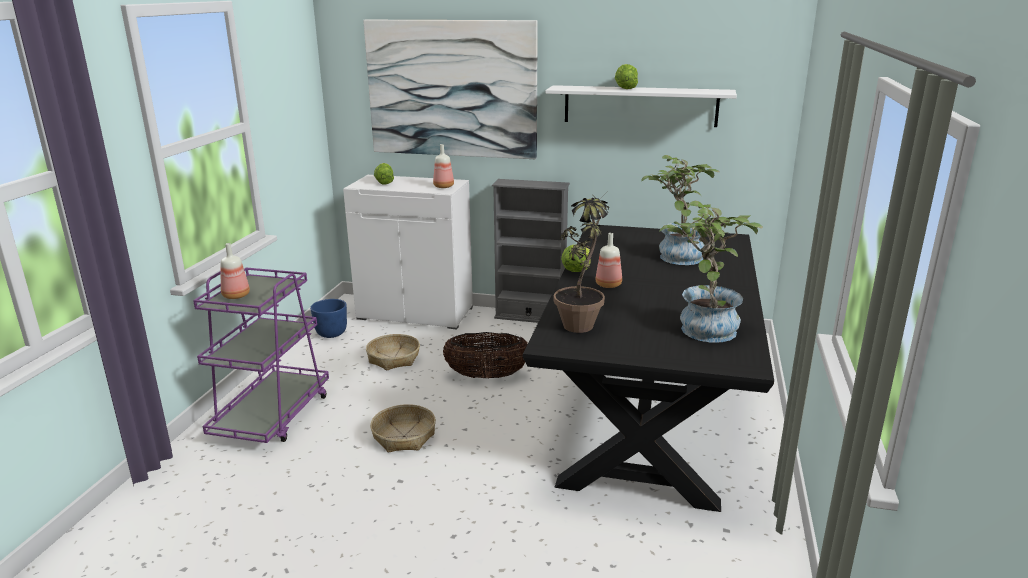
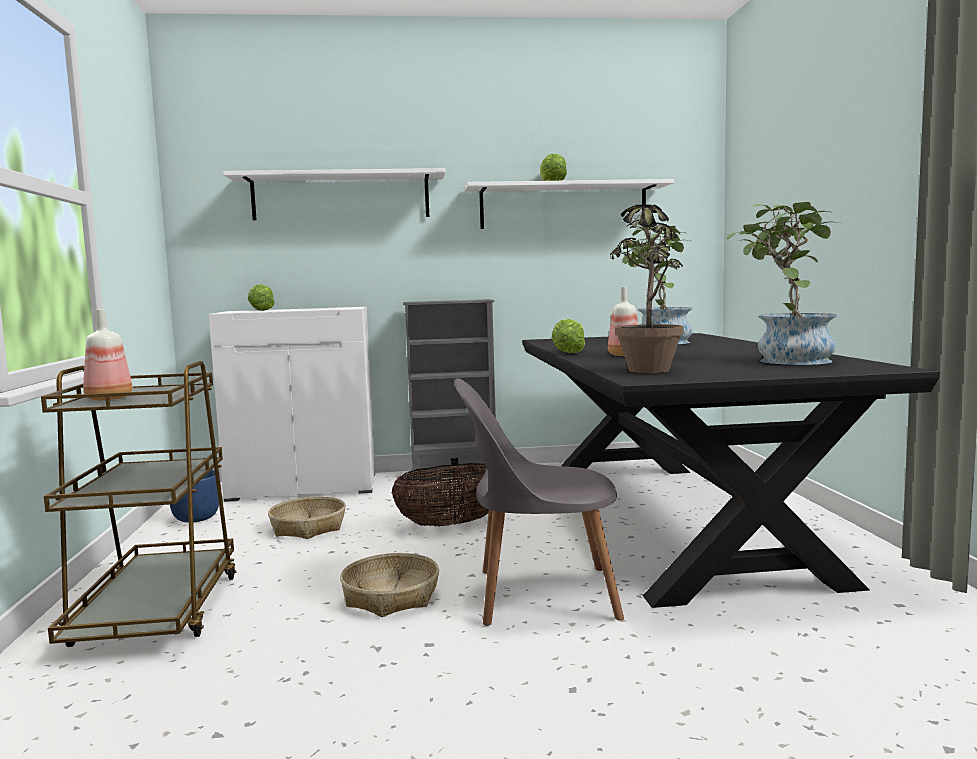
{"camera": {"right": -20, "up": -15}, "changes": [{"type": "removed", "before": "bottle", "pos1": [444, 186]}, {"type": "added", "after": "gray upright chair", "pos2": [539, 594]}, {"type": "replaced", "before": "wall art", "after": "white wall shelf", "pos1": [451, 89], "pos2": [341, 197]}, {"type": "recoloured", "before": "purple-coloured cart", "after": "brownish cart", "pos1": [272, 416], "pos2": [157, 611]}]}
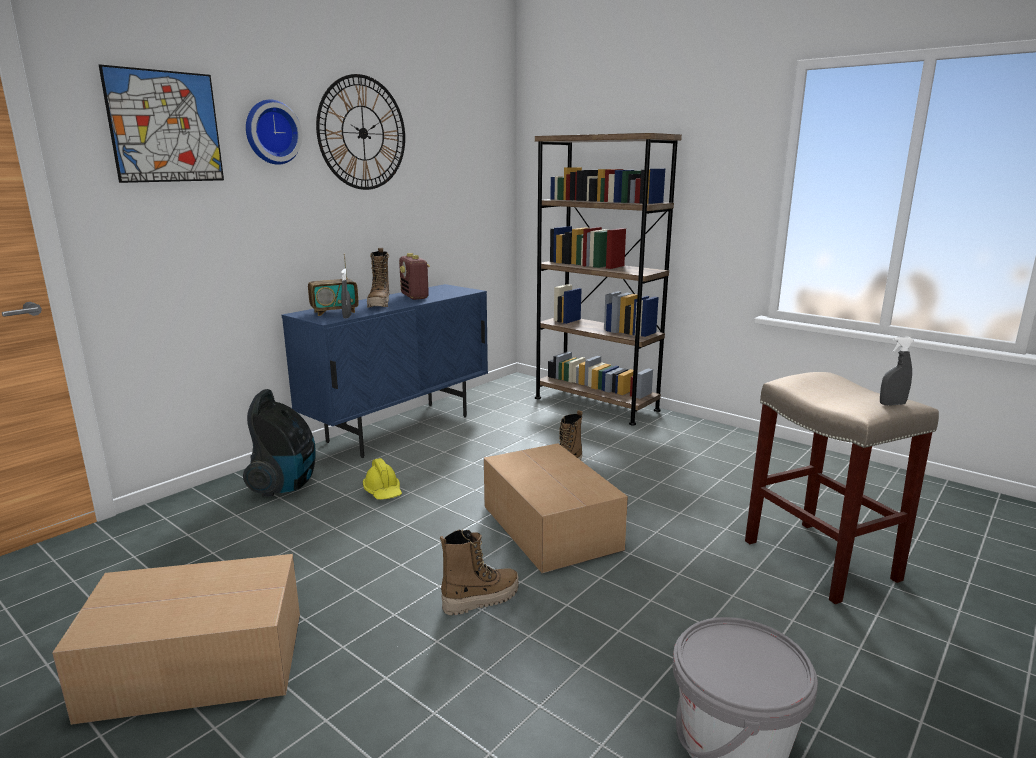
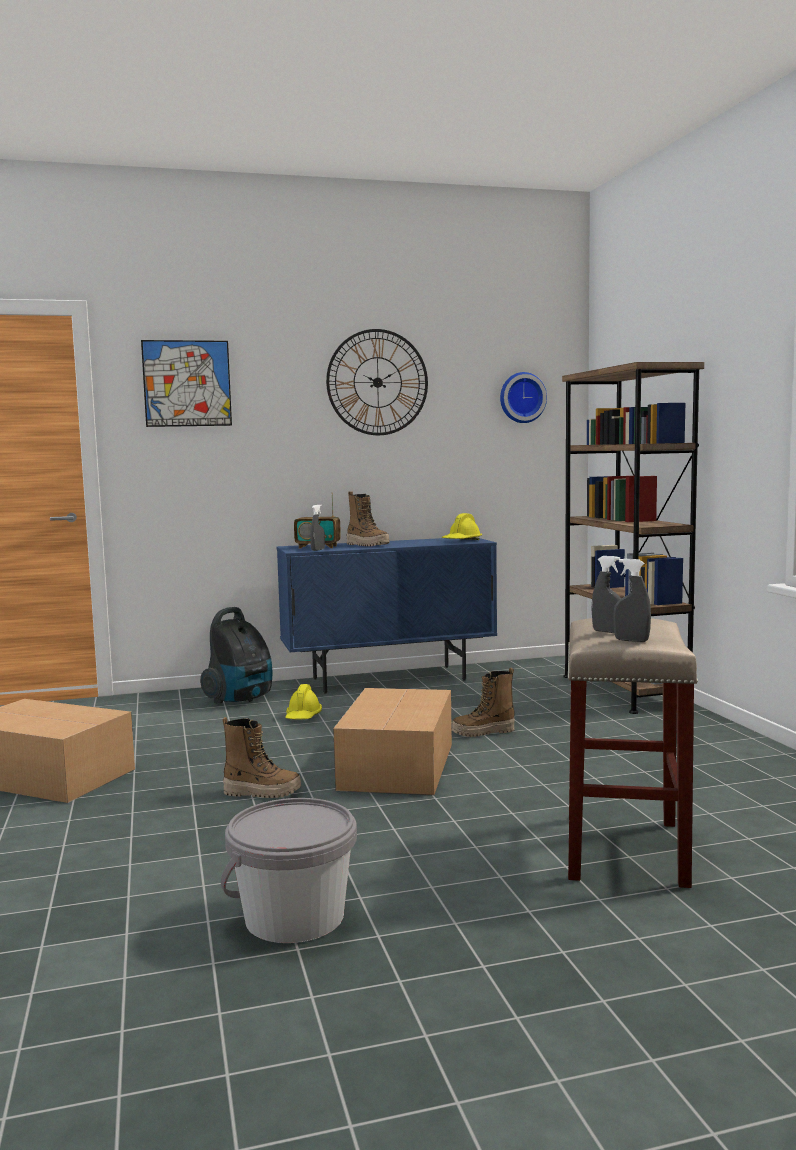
{"camera": {"right": 35, "up": -10}, "changes": [{"type": "removed", "before": "radio", "pos1": [415, 297]}, {"type": "added", "after": "yellowish safety helmet", "pos2": [462, 541]}, {"type": "added", "after": "gray sprayer", "pos2": [607, 631]}, {"type": "moved", "before": "wall clock", "pos1": [271, 132], "pos2": [521, 398]}, {"type": "turned", "before": "tall boot", "pos1": [380, 305], "pos2": [367, 545], "turn": -75}]}
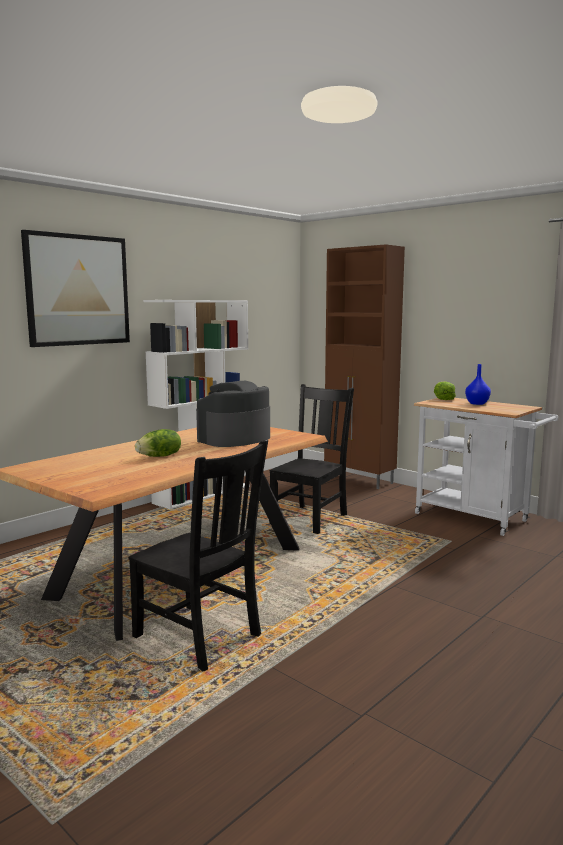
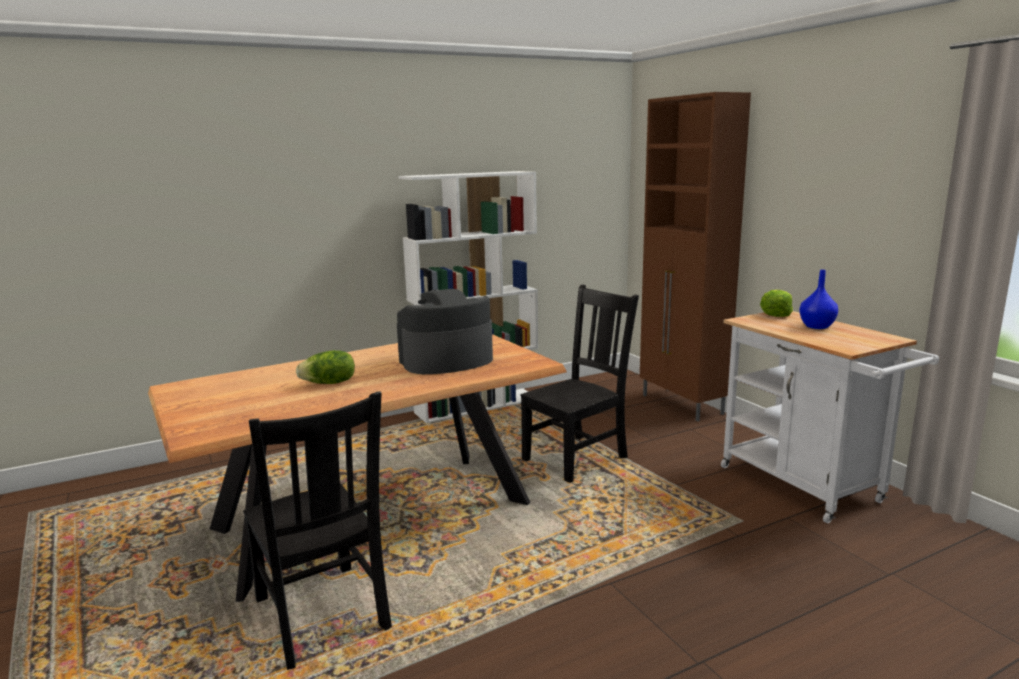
{"camera": {"right": 20, "up": 5}, "changes": [{"type": "removed", "before": "wall art", "pos1": [77, 290]}]}
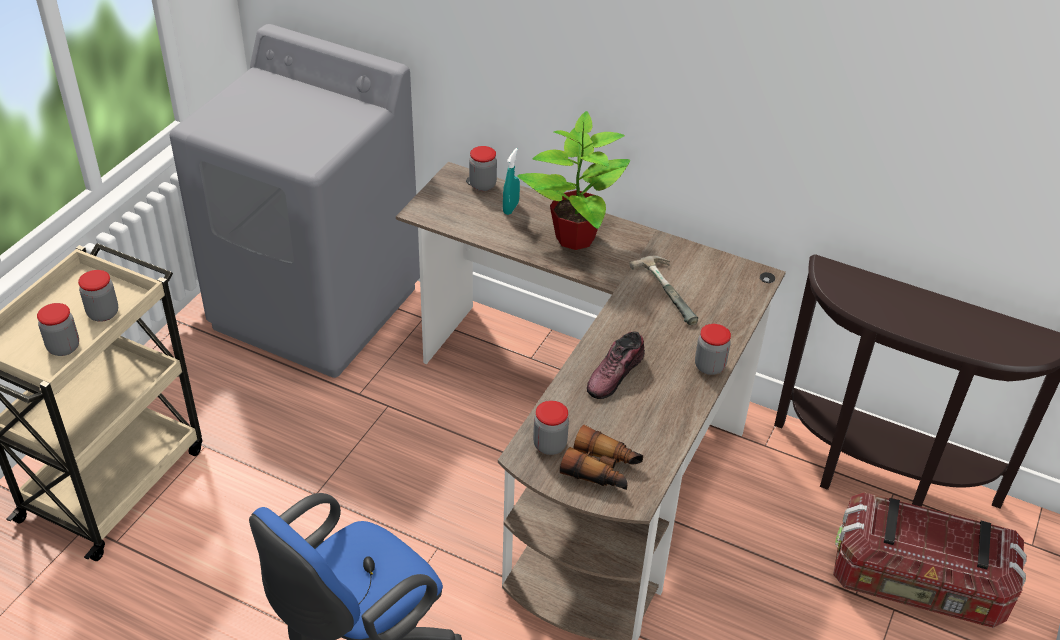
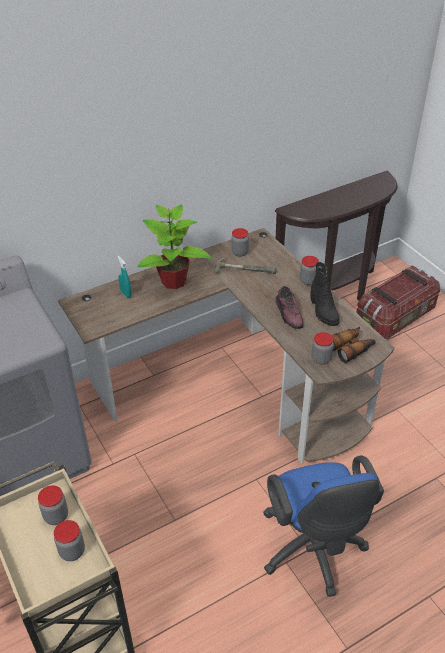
{"camera": {"right": -55, "up": 0}, "changes": [{"type": "added", "after": "black tall boot", "pos2": [323, 311]}, {"type": "moved", "before": "preserve jar", "pos1": [482, 185], "pos2": [240, 252]}]}
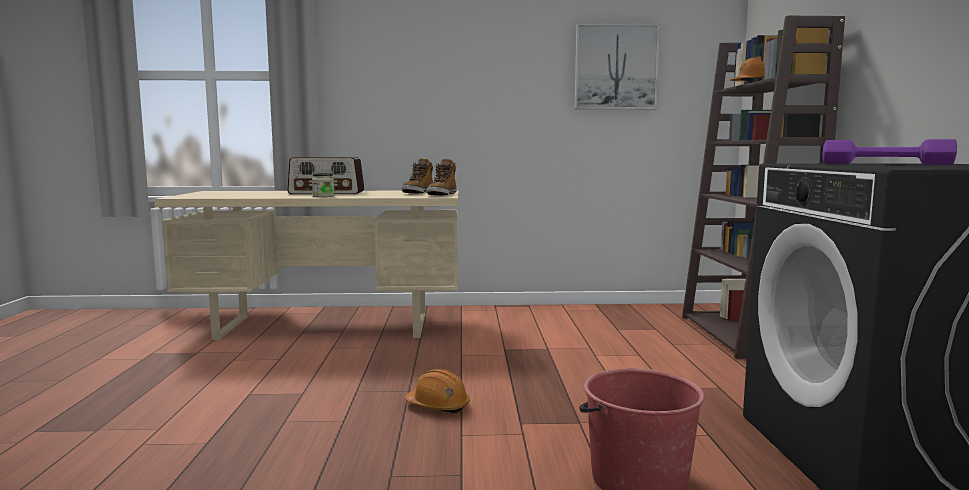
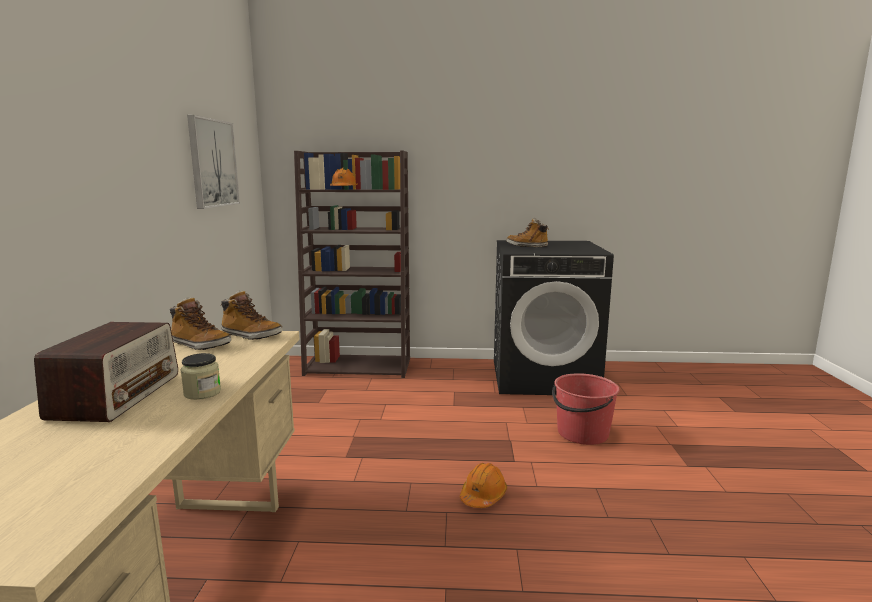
{"camera": {"right": -85, "up": 5}, "changes": [{"type": "replaced", "before": "purple-coloured hand weight", "after": "tall boot", "pos1": [885, 164], "pos2": [527, 246]}]}
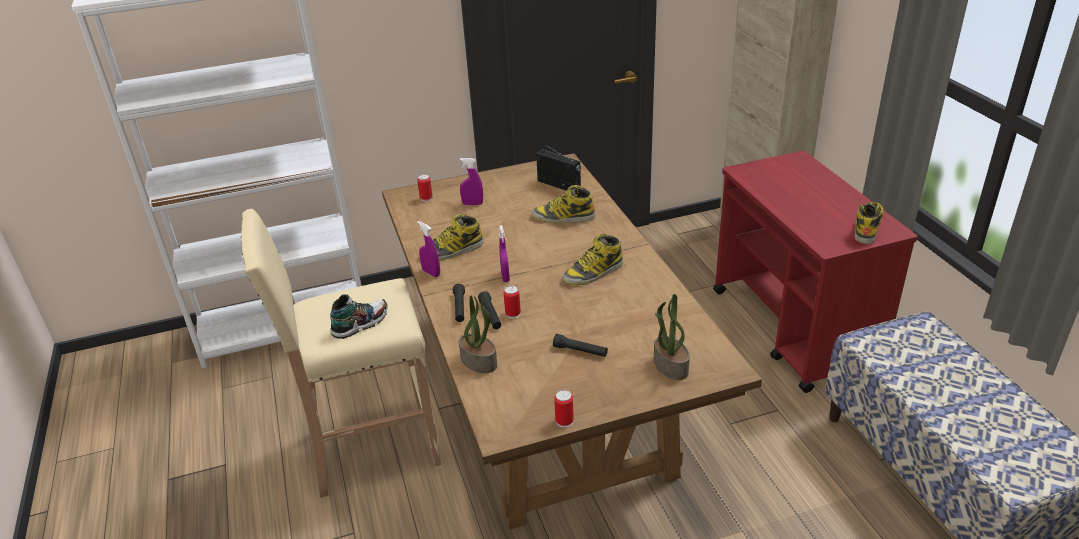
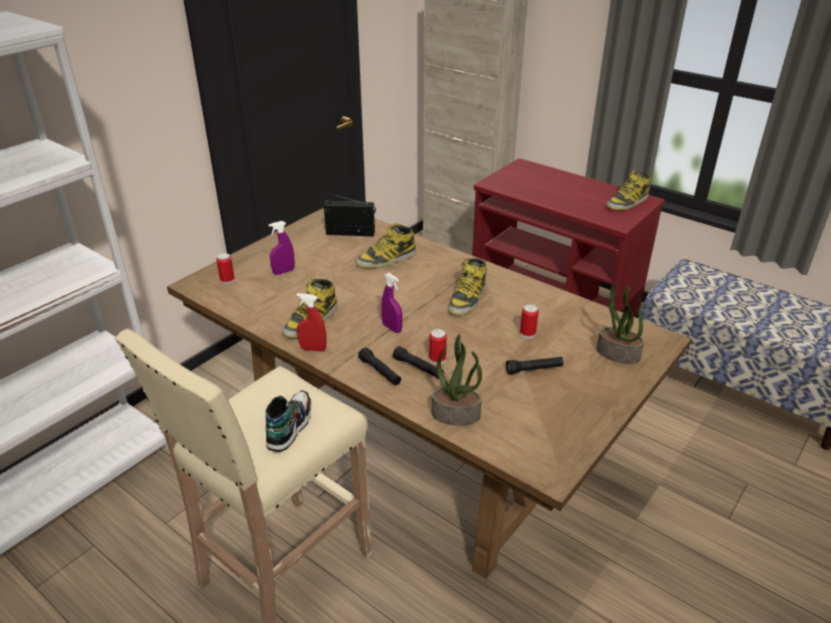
{"camera": {"right": -35, "up": 0}, "changes": [{"type": "moved", "before": "sealed can", "pos1": [564, 421], "pos2": [527, 333]}, {"type": "recoloured", "before": "purple-coloured sprayer", "after": "reddish sprayer", "pos1": [431, 273], "pos2": [313, 349]}, {"type": "turned", "before": "tall boot", "pos1": [867, 228], "pos2": [627, 202], "turn": -120}]}
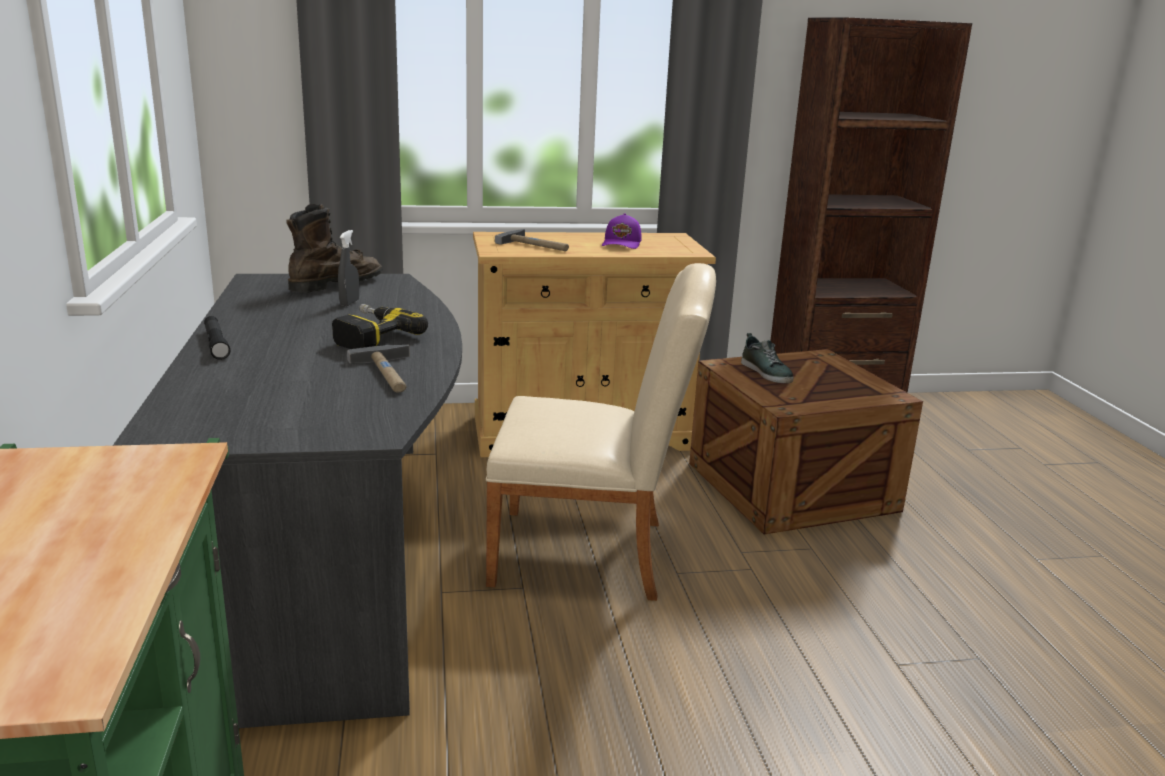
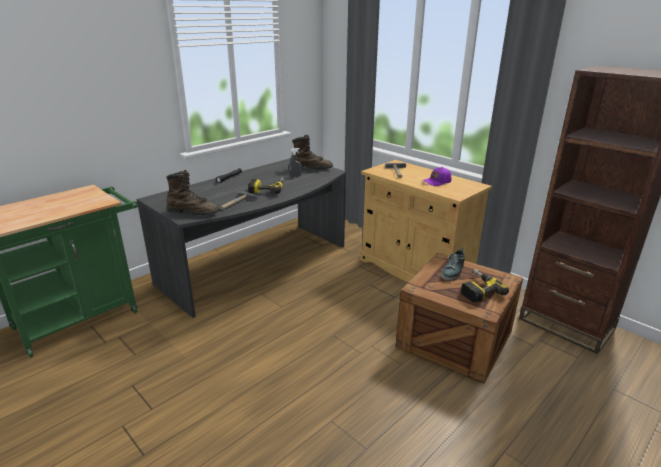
{"camera": {"right": 55, "up": 5}, "changes": [{"type": "removed", "before": "beige upright chair", "pos1": [593, 554]}, {"type": "added", "after": "brownish tall boot", "pos2": [193, 212]}, {"type": "added", "after": "power drill", "pos2": [477, 290]}]}
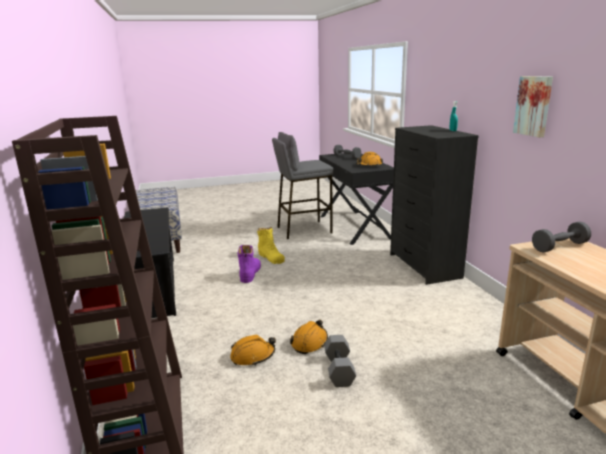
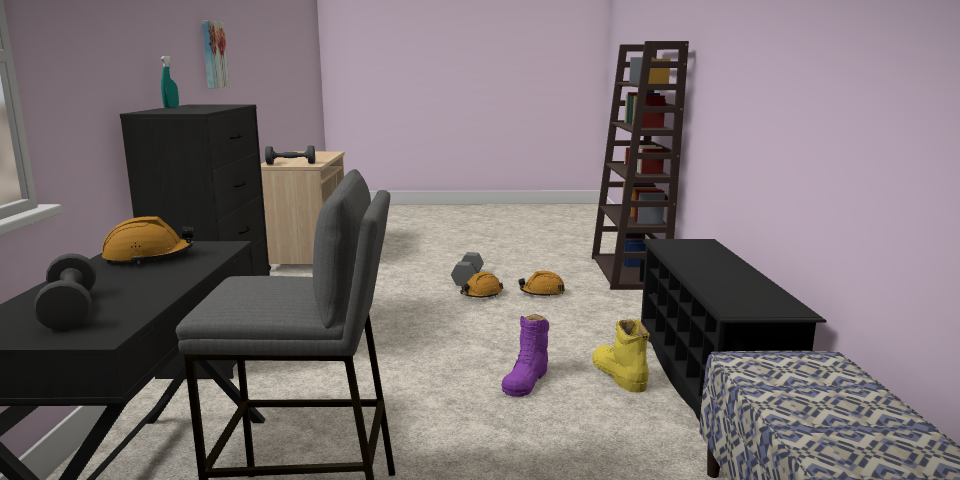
{"camera": {"right": -165, "up": -5}, "changes": [{"type": "moved", "before": "yellowish tall boot", "pos1": [271, 257], "pos2": [618, 375]}]}
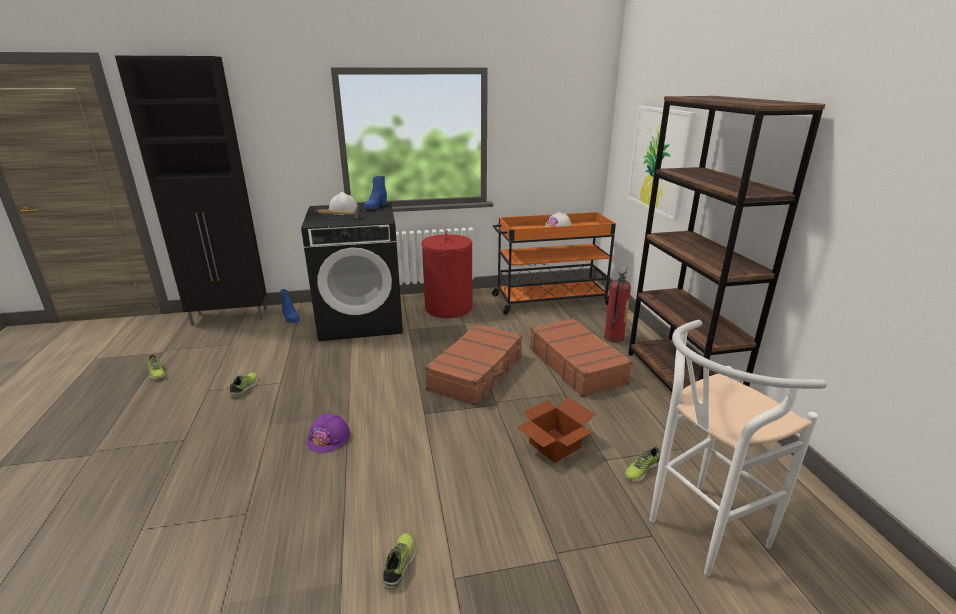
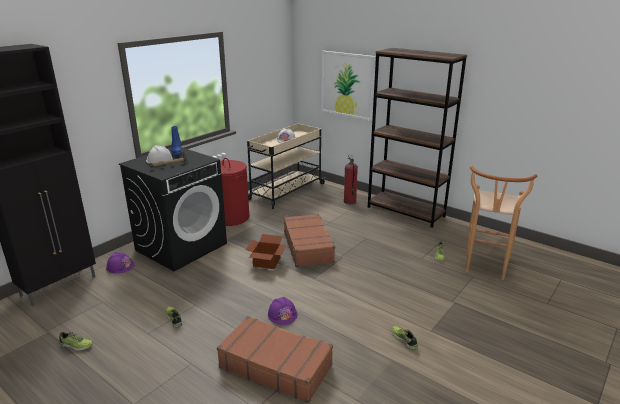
{"camera": {"right": -40, "up": 0}, "changes": [{"type": "moved", "before": "carton", "pos1": [553, 445], "pos2": [266, 262]}, {"type": "moved", "before": "brownish piece of luggage", "pos1": [576, 365], "pos2": [276, 366]}, {"type": "replaced", "before": "blue tall boot", "after": "purple-coloured safety helmet", "pos1": [290, 318], "pos2": [120, 266]}, {"type": "recoloured", "before": "orange-coloured cart", "after": "beige cart", "pos1": [549, 300], "pos2": [286, 192]}, {"type": "recoloured", "before": "white sitting stool", "after": "brownish sitting stool", "pos1": [697, 534], "pos2": [485, 268]}]}
